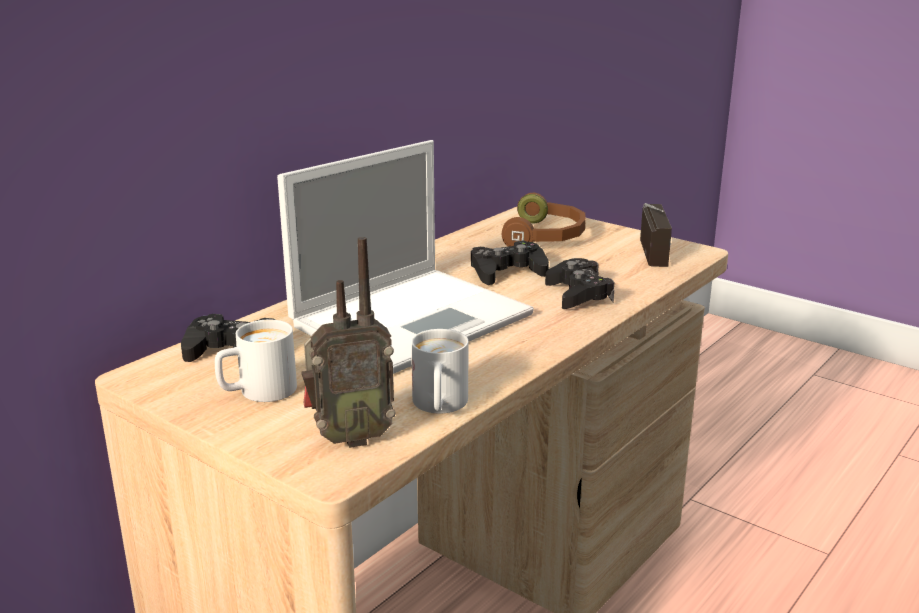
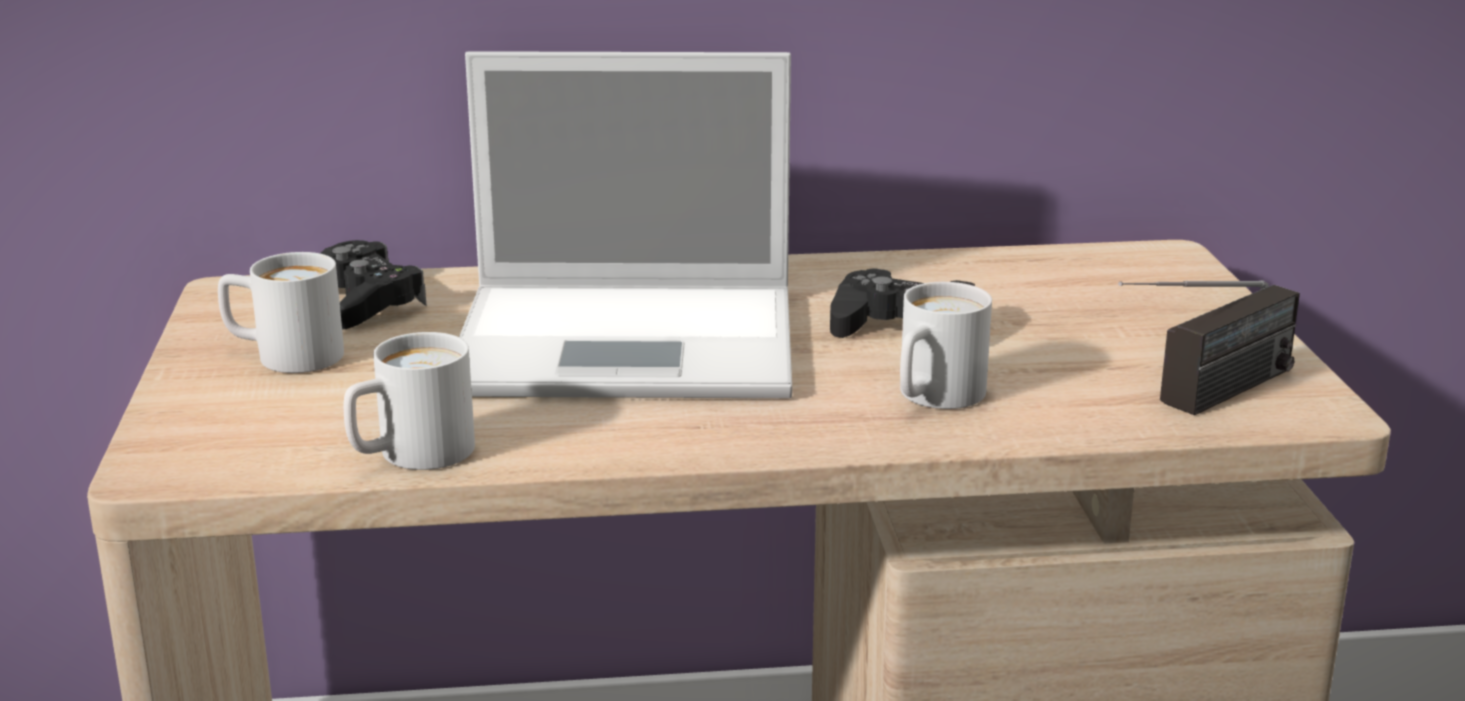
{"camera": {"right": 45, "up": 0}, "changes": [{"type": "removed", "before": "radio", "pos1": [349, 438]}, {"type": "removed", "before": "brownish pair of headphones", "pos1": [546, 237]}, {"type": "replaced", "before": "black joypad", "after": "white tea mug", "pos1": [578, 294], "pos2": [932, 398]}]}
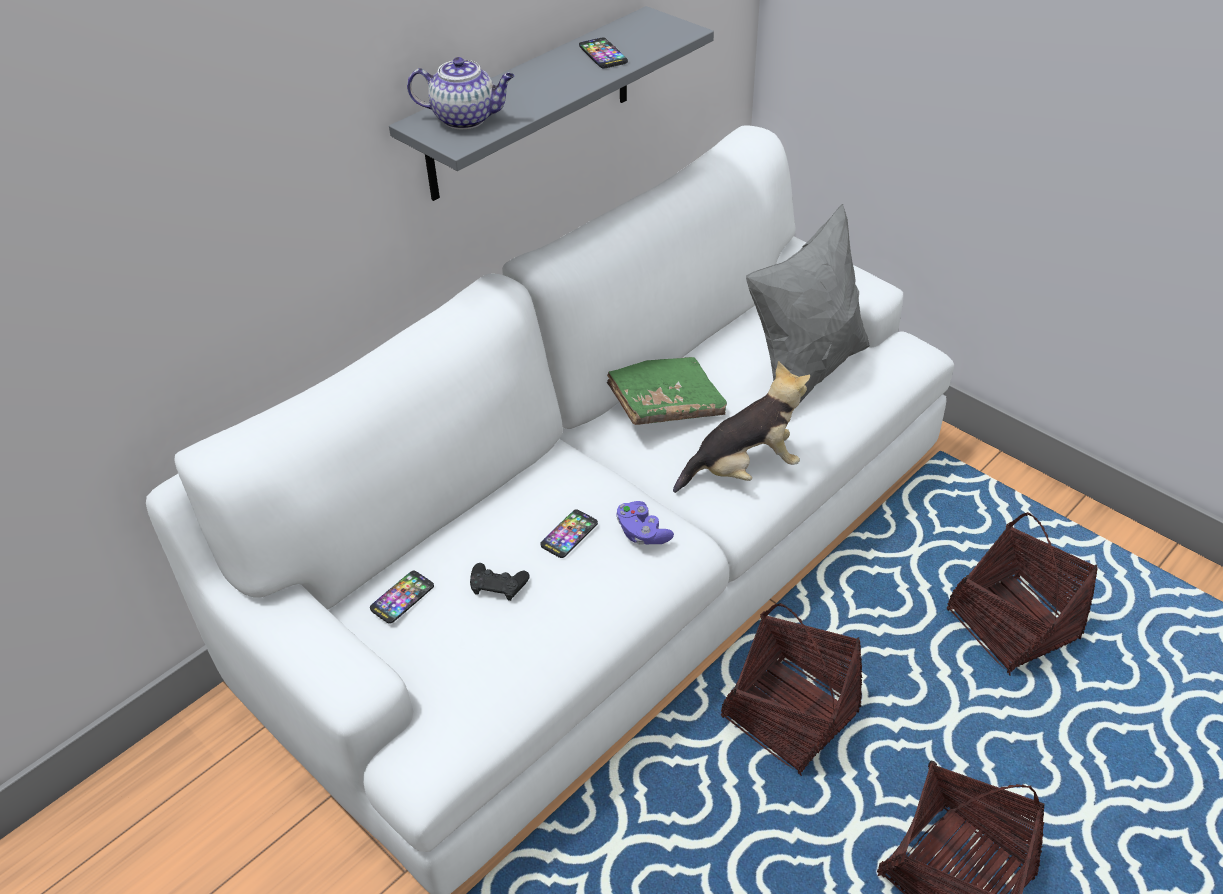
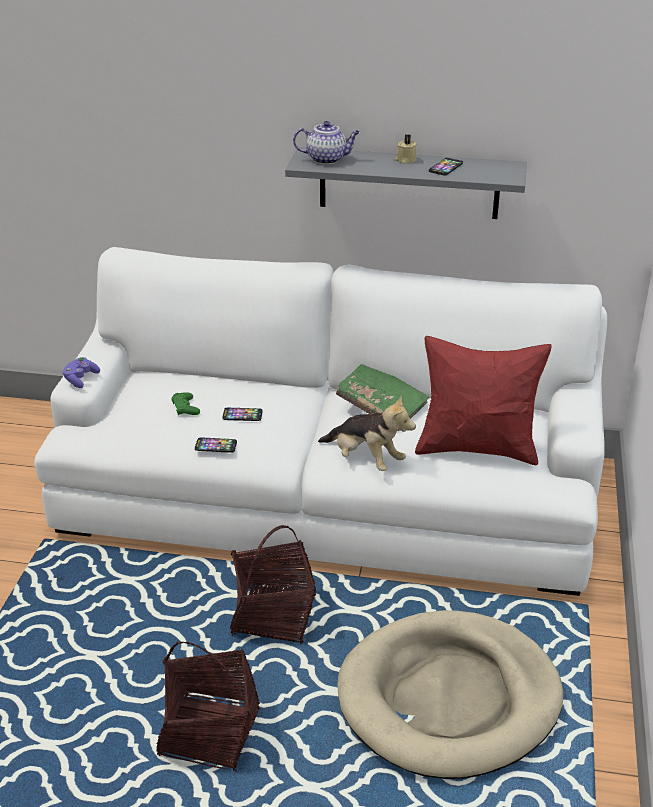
{"camera": {"right": 55, "up": -10}, "changes": [{"type": "added", "after": "beige candle", "pos2": [405, 160]}, {"type": "moved", "before": "phone", "pos1": [402, 598], "pos2": [216, 446]}, {"type": "moved", "before": "purple-coloured joypad", "pos1": [642, 533], "pos2": [81, 379]}, {"type": "replaced", "before": "storage basket", "after": "beige dog bed", "pos1": [1012, 624], "pos2": [449, 698]}, {"type": "recoloured", "before": "black joypad", "after": "green-coloured joypad", "pos1": [498, 585], "pos2": [185, 408]}, {"type": "recoloured", "before": "gray pillow", "after": "reddish pillow", "pos1": [805, 372], "pos2": [477, 448]}, {"type": "turned", "before": "tea pot", "pos1": [466, 118], "pos2": [327, 159], "turn": -60}]}
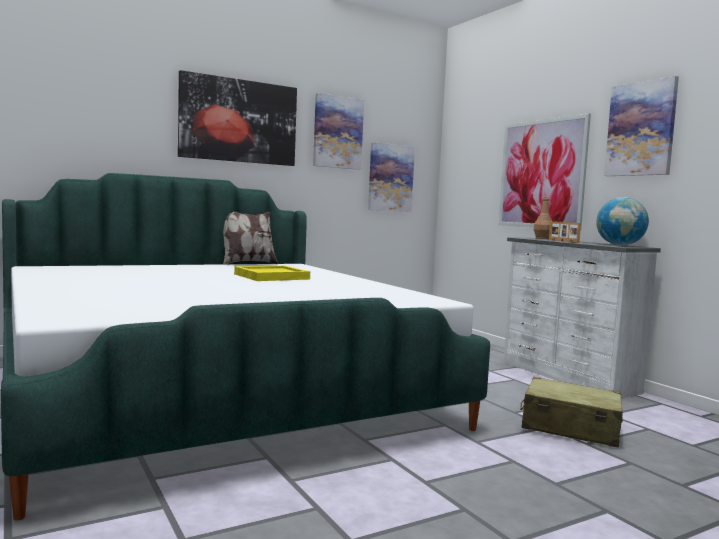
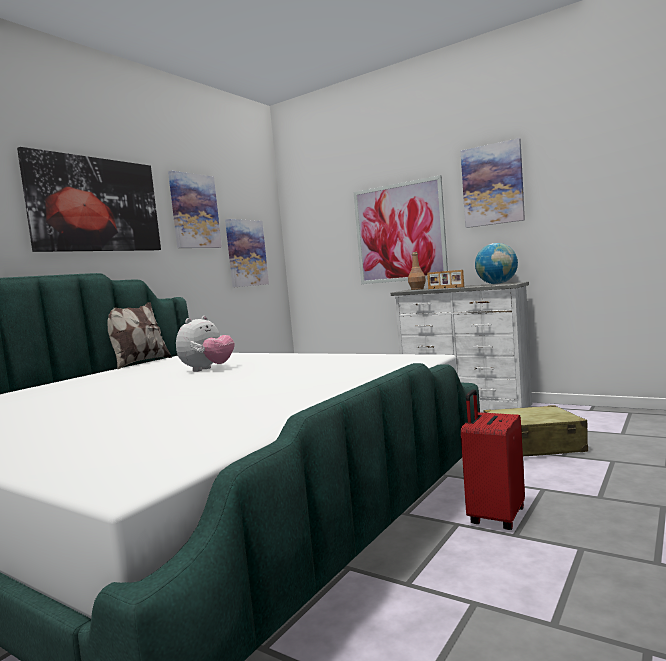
{"camera": {"right": -25, "up": 0}, "changes": [{"type": "added", "after": "reddish piece of luggage", "pos2": [495, 517]}, {"type": "replaced", "before": "yellowish serving tray", "after": "cuddly toy", "pos1": [272, 276], "pos2": [207, 369]}]}
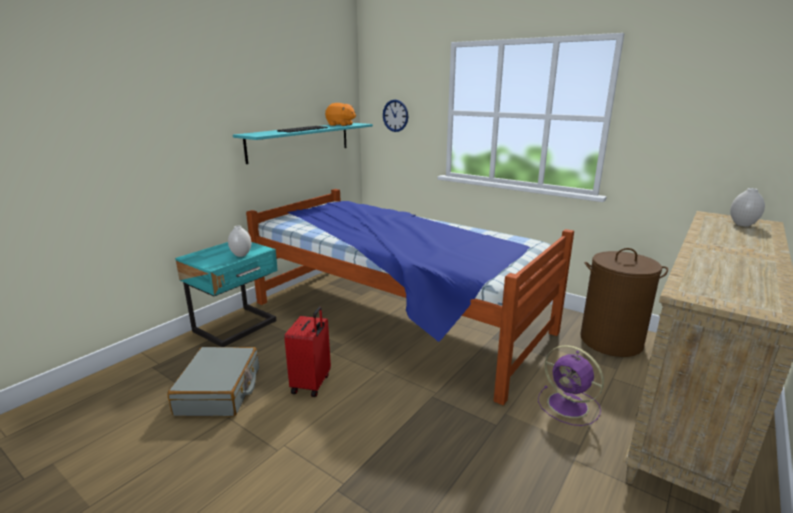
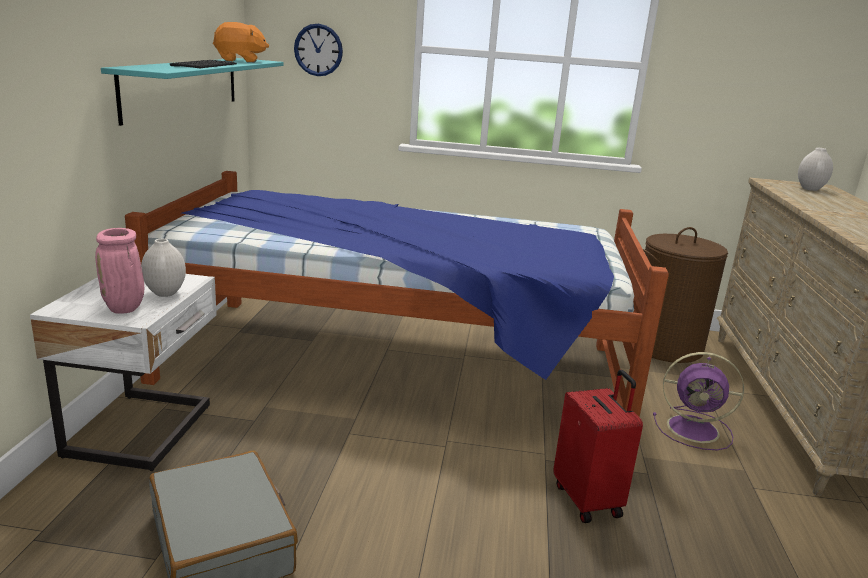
{"camera": {"right": -30, "up": 0}, "changes": [{"type": "added", "after": "pink-coloured decorative vase", "pos2": [125, 309]}, {"type": "moved", "before": "reddish piece of luggage", "pos1": [312, 384], "pos2": [588, 500]}, {"type": "recoloured", "before": "turquoise night table", "after": "white night table", "pos1": [237, 327], "pos2": [144, 430]}]}
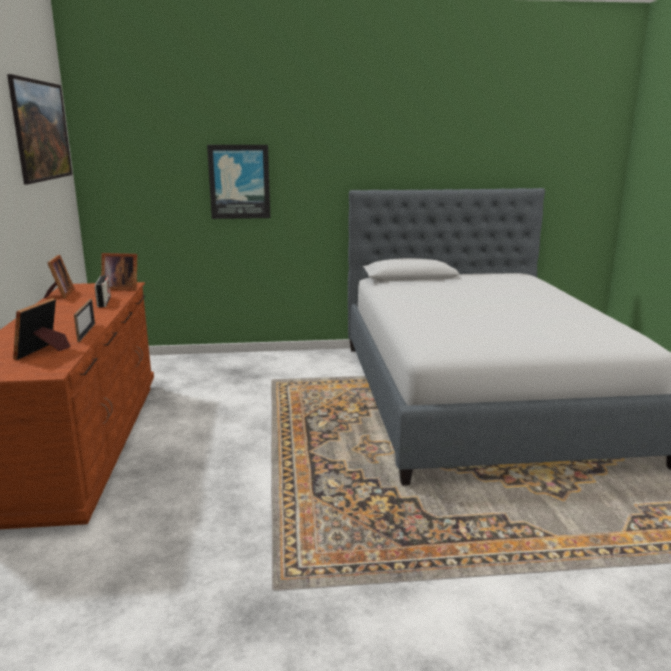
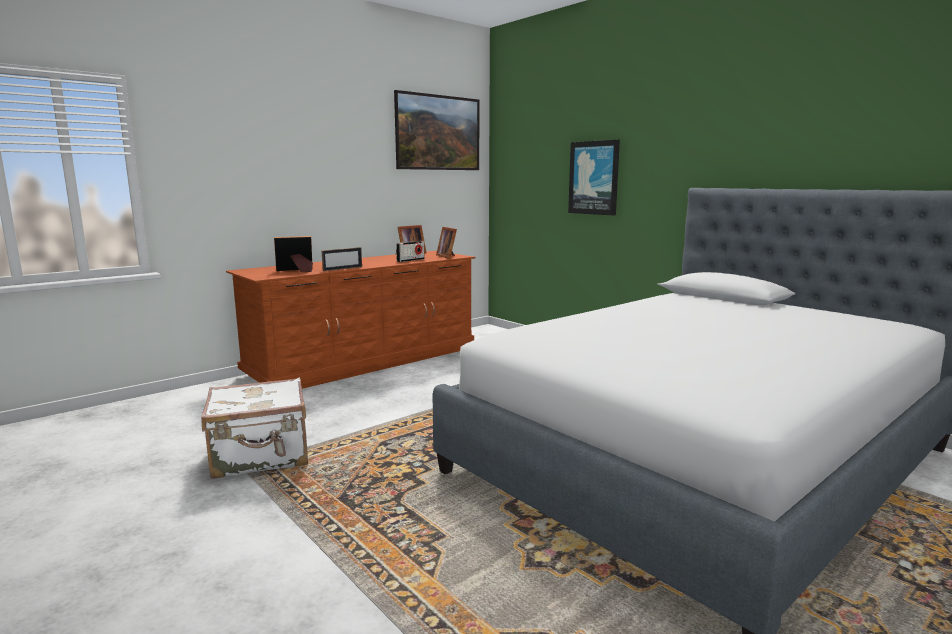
{"camera": {"right": 55, "up": -5}, "changes": [{"type": "added", "after": "white piece of luggage", "pos2": [261, 456]}]}
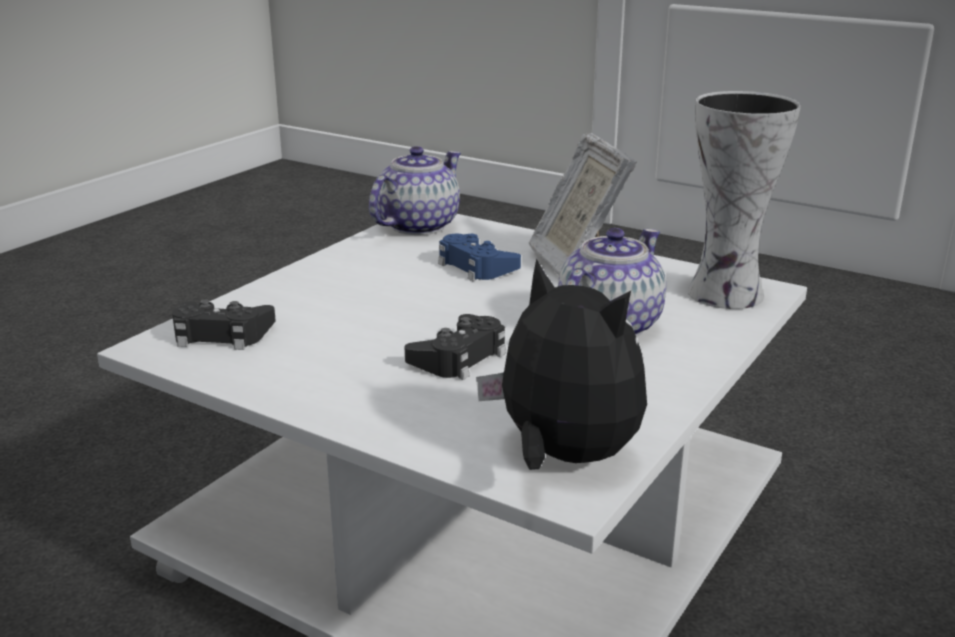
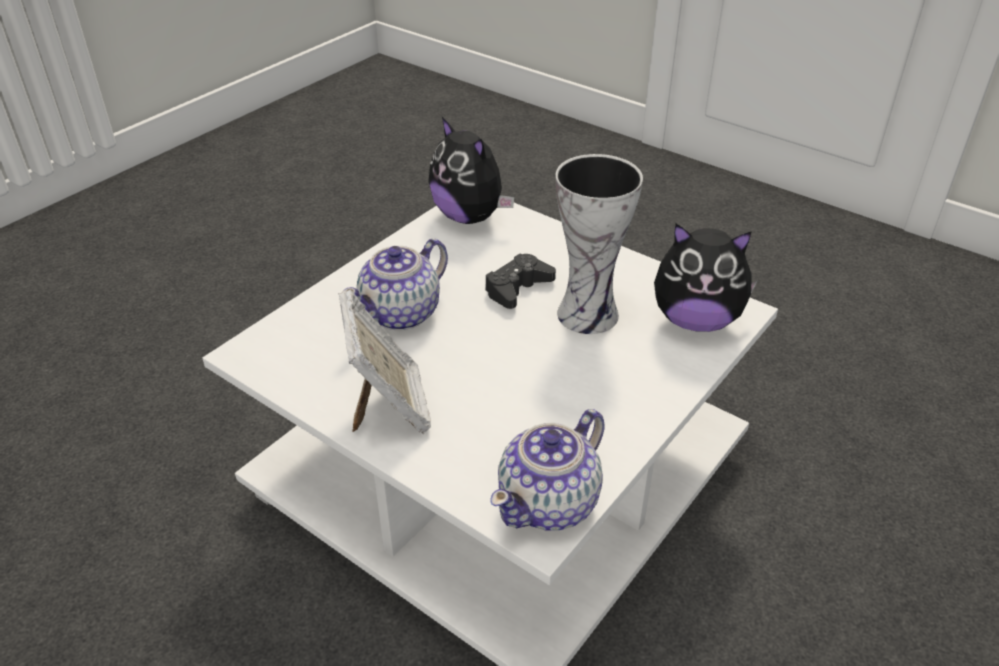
{"camera": {"right": -175, "up": 15}, "changes": [{"type": "removed", "before": "blue joypad", "pos1": [476, 266]}, {"type": "moved", "before": "decorative vase", "pos1": [723, 294], "pos2": [590, 313]}, {"type": "replaced", "before": "black joypad", "after": "cuddly toy", "pos1": [221, 334], "pos2": [696, 320]}]}
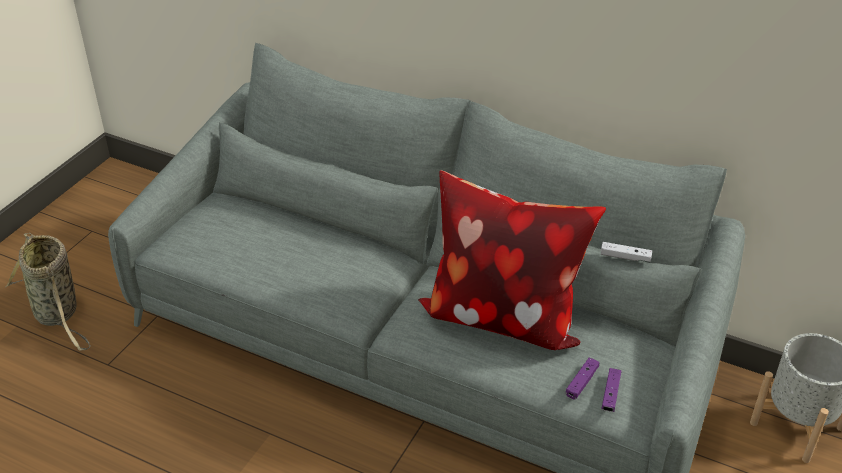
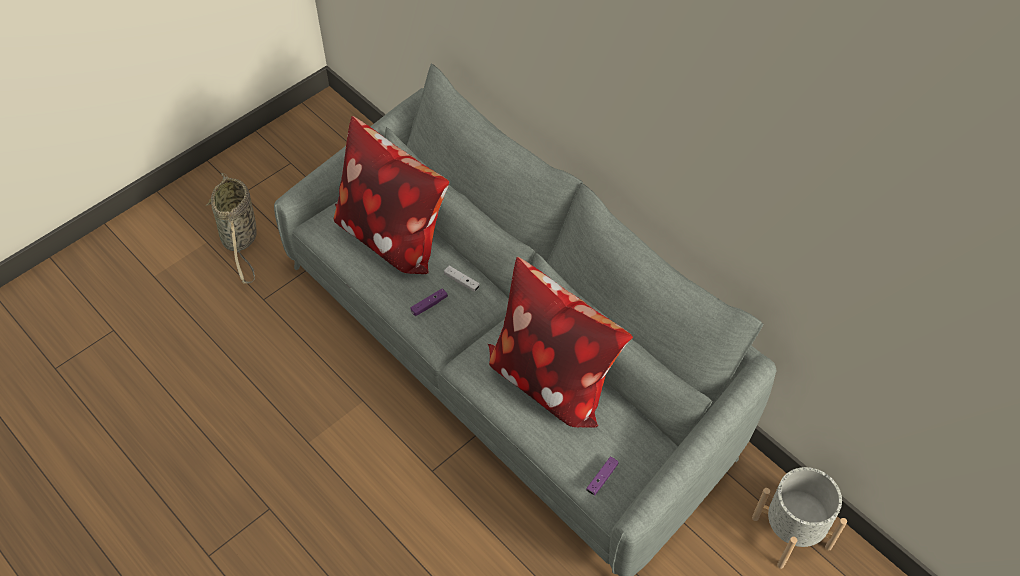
{"camera": {"right": 20, "up": 15}, "changes": [{"type": "added", "after": "pillow", "pos2": [392, 234]}, {"type": "moved", "before": "purple-coloured joypad", "pos1": [582, 382], "pos2": [429, 305]}, {"type": "moved", "before": "white joypad", "pos1": [625, 257], "pos2": [461, 281]}]}
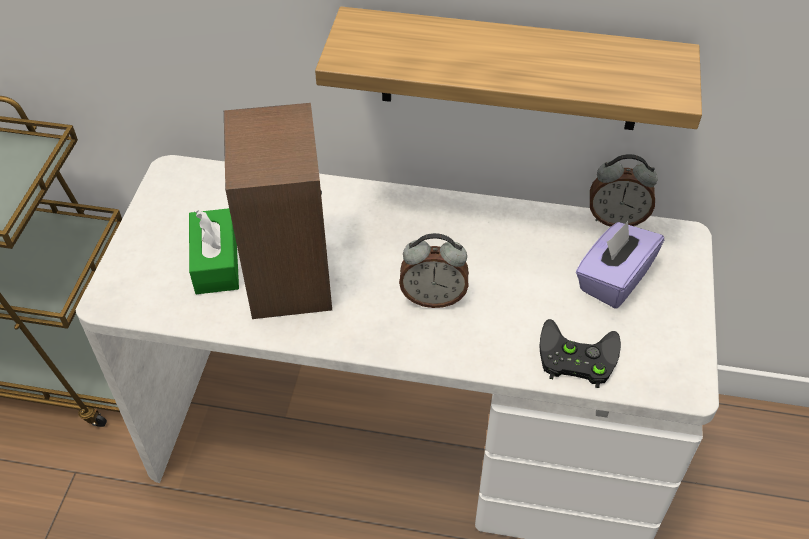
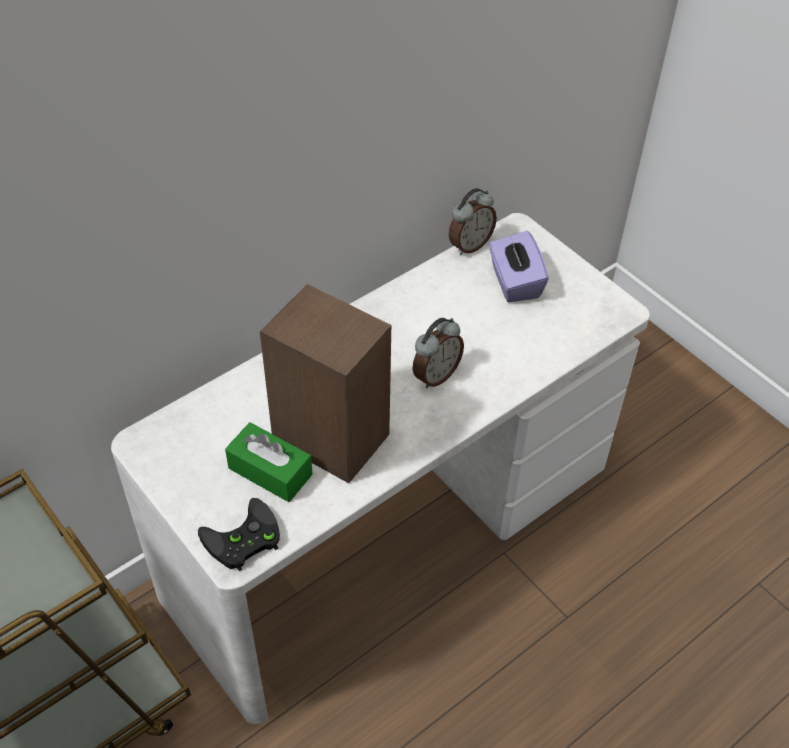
{"camera": {"right": -50, "up": 0}, "changes": [{"type": "removed", "before": "wall shelf", "pos1": [510, 70]}, {"type": "moved", "before": "black joypad", "pos1": [574, 358], "pos2": [242, 541]}]}
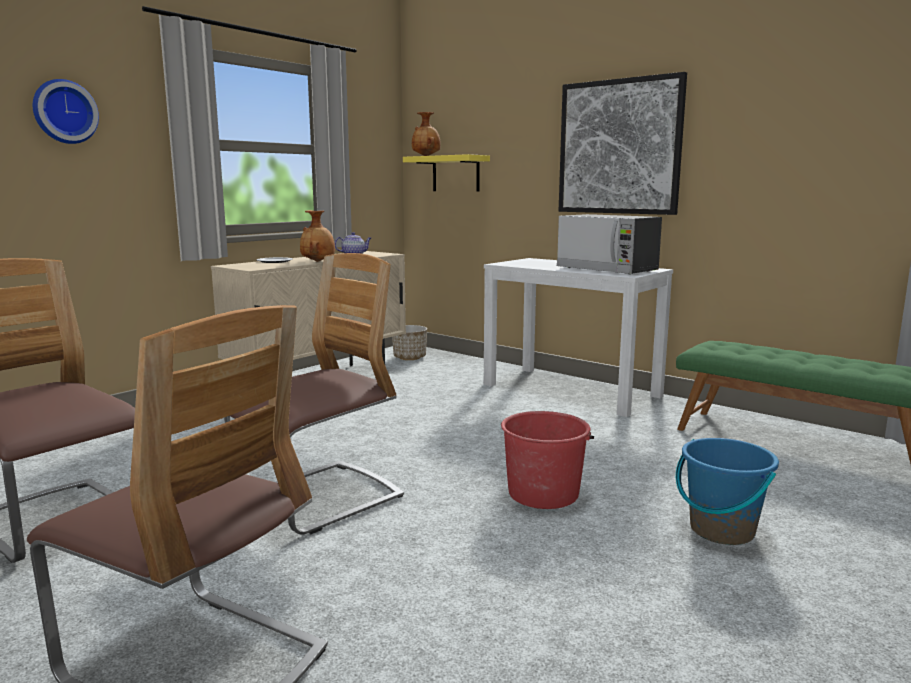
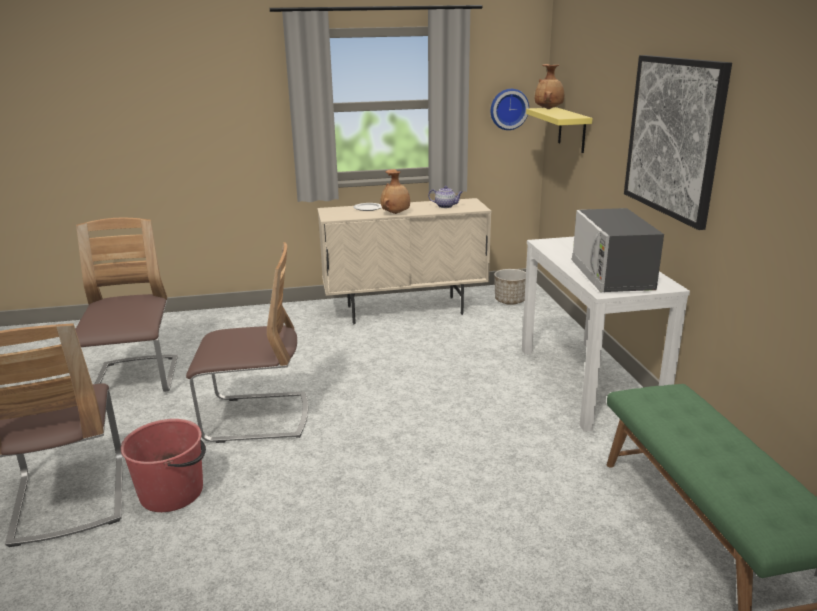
{"camera": {"right": 40, "up": 10}, "changes": [{"type": "removed", "before": "blue pail", "pos1": [721, 530]}, {"type": "moved", "before": "wall clock", "pos1": [64, 112], "pos2": [508, 109]}, {"type": "moved", "before": "reddish pail", "pos1": [543, 493], "pos2": [173, 492]}]}
